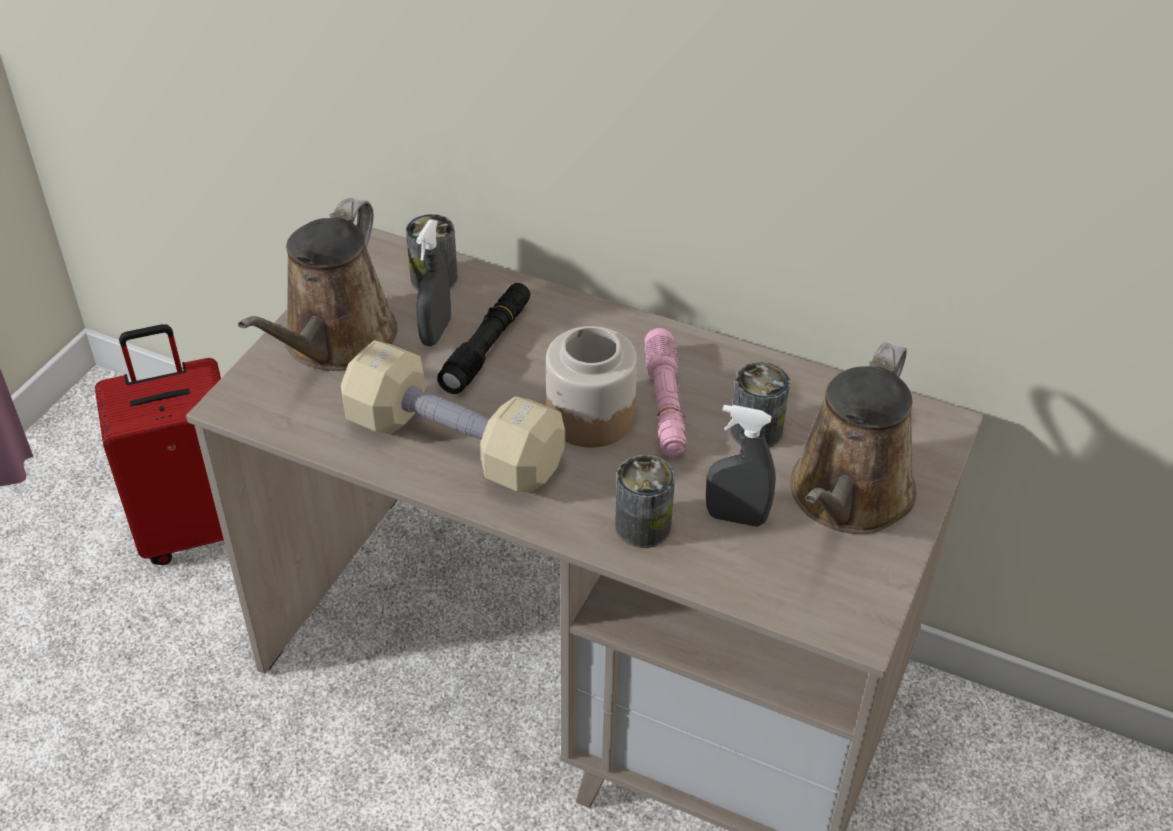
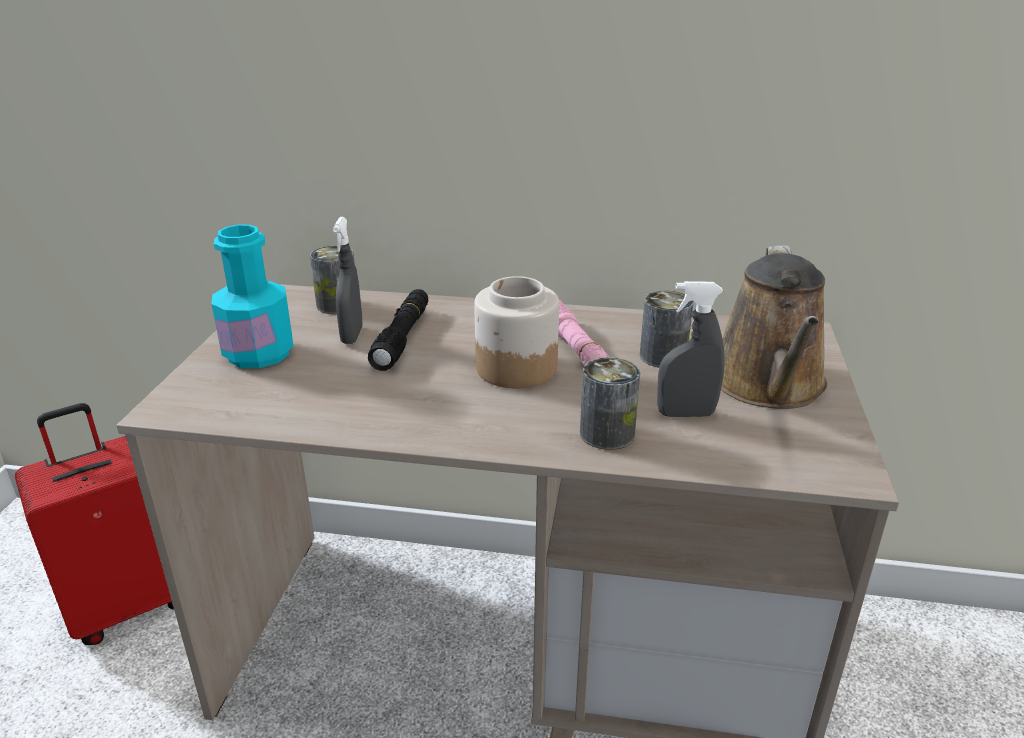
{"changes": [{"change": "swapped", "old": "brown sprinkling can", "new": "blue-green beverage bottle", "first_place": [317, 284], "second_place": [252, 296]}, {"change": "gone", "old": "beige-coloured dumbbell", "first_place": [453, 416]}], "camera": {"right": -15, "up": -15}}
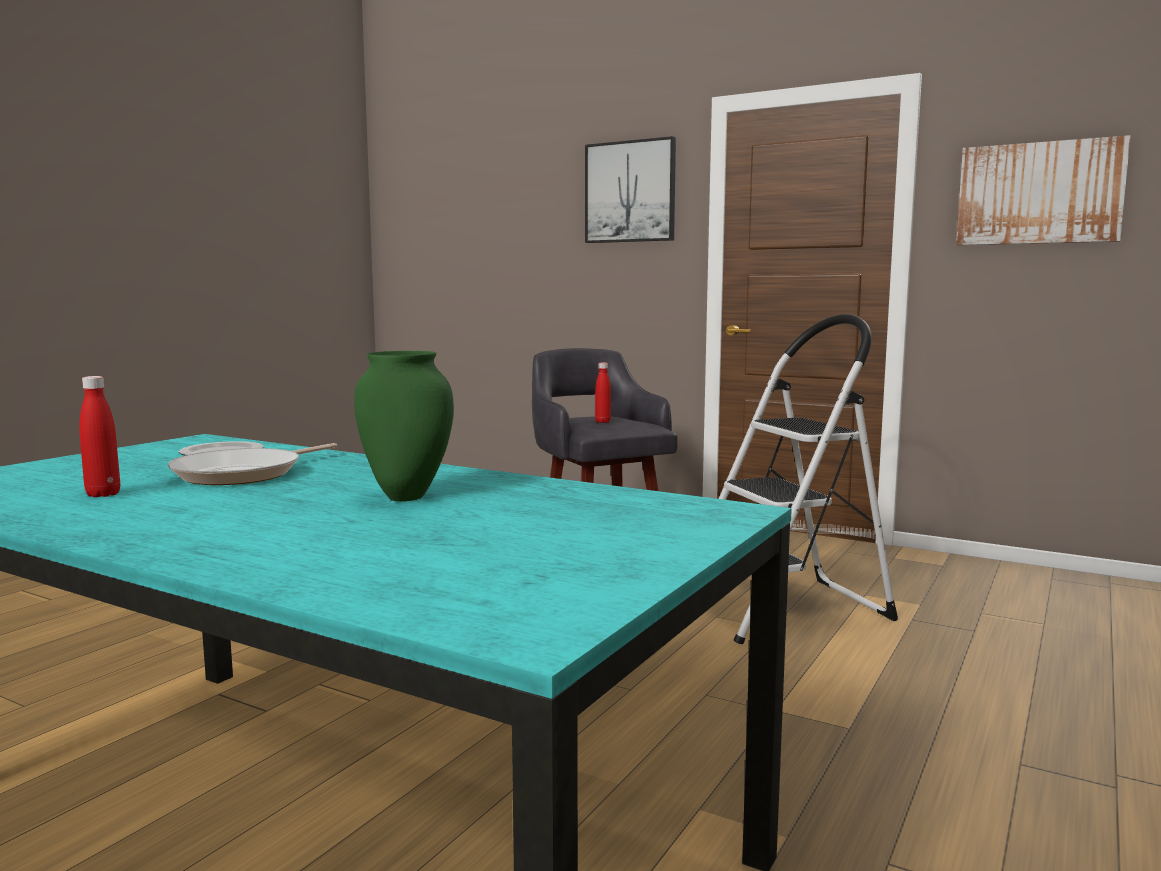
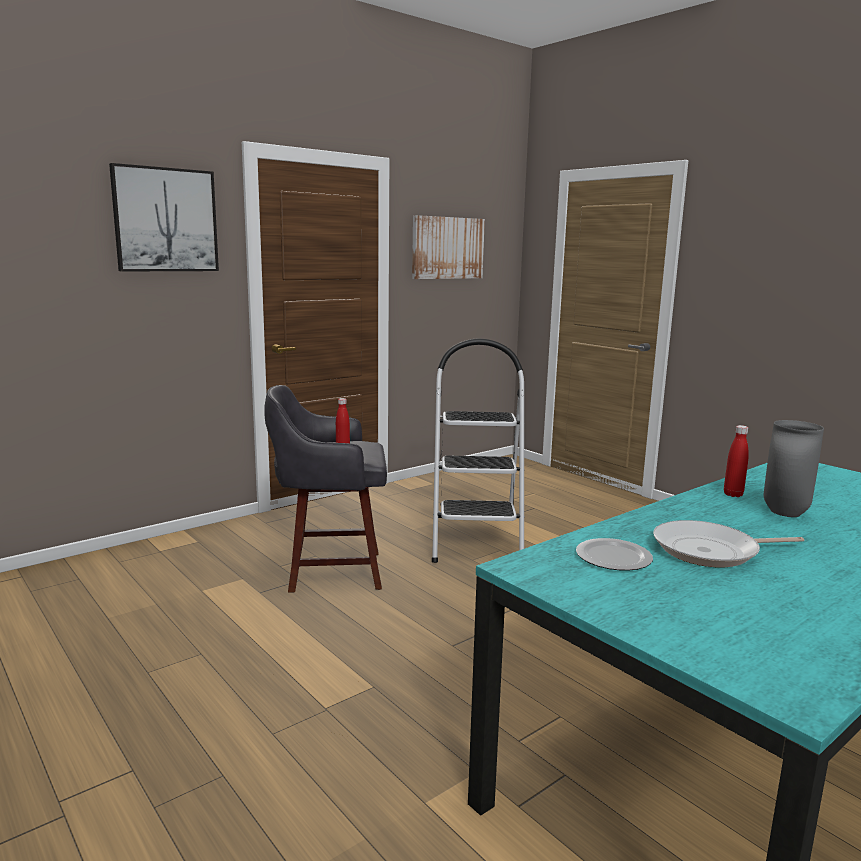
{"changes": [{"change": "rotated", "old": "skillet", "first_place": [252, 464], "second_place": [728, 543], "degrees": 120}, {"change": "shifted", "old": "red-coloured beverage bottle", "first_place": [99, 436], "second_place": [736, 461]}, {"change": "repainted", "old": "greenish decorative vase", "new": "greyish decorative vase", "first_place": [404, 426], "second_place": [794, 468]}], "camera": {"right": -70, "up": 5}}
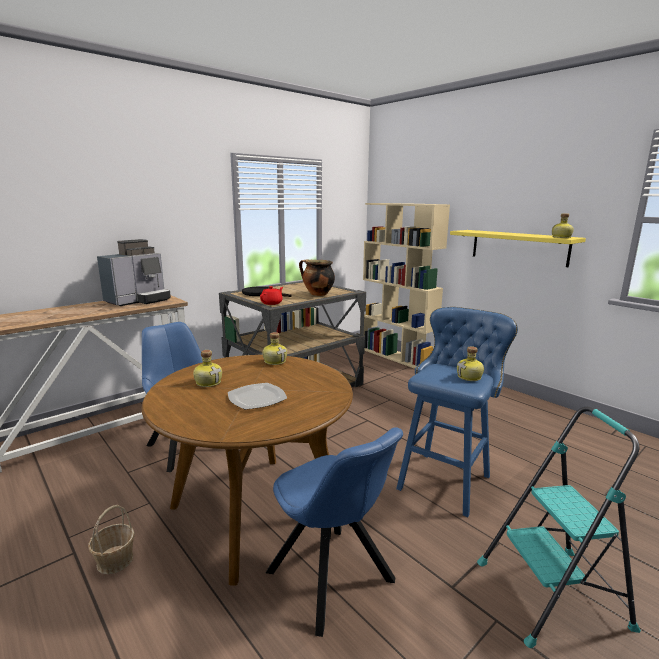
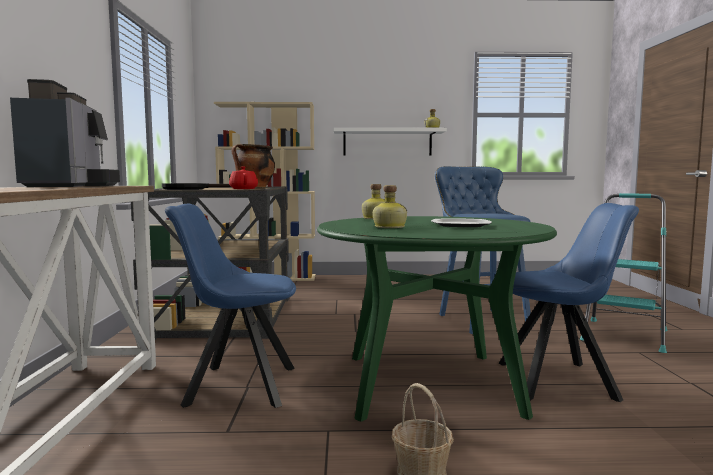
{"changes": [{"change": "repainted", "old": "brown dining table", "new": "greenish dining table", "first_place": [247, 470], "second_place": [437, 319]}, {"change": "repainted", "old": "yellow bracket shelf", "new": "white-coloured bracket shelf", "first_place": [518, 248], "second_place": [390, 142]}, {"change": "gone", "old": "beverage bottle", "first_place": [470, 363]}], "camera": {"right": -50, "up": -10}}
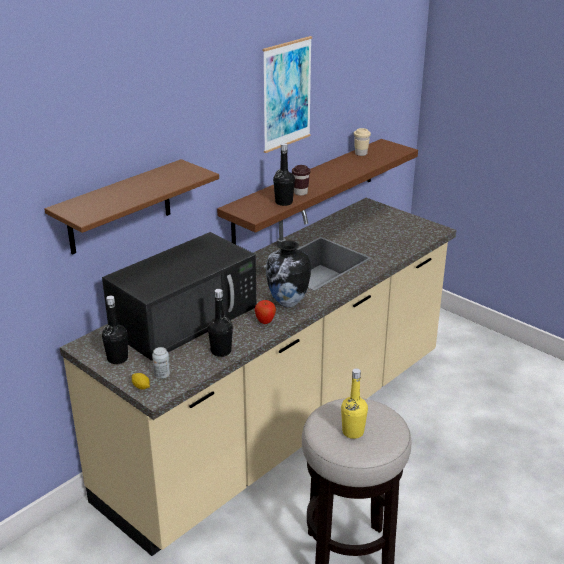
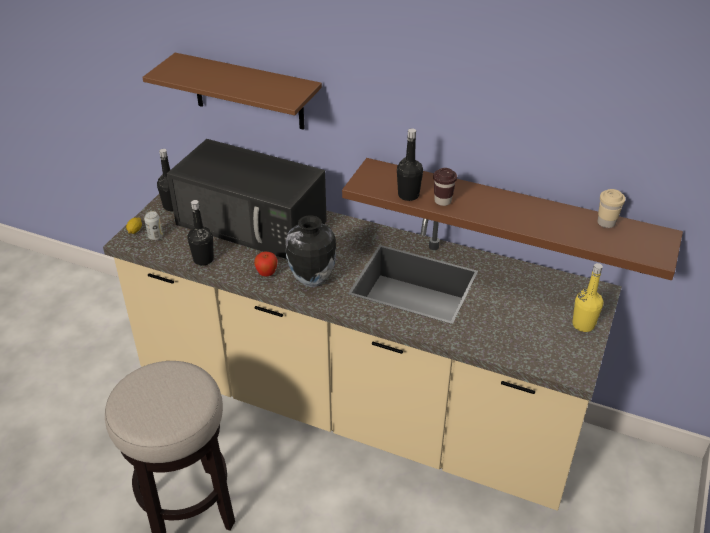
{"changes": [{"change": "shifted", "old": "yellow beverage bottle", "first_place": [354, 403], "second_place": [588, 297]}, {"change": "gone", "old": "wall art", "first_place": [287, 94]}], "camera": {"right": 70, "up": 10}}
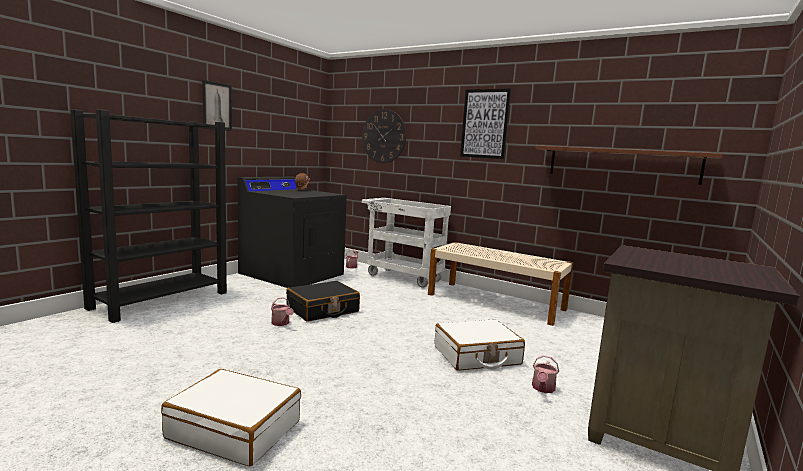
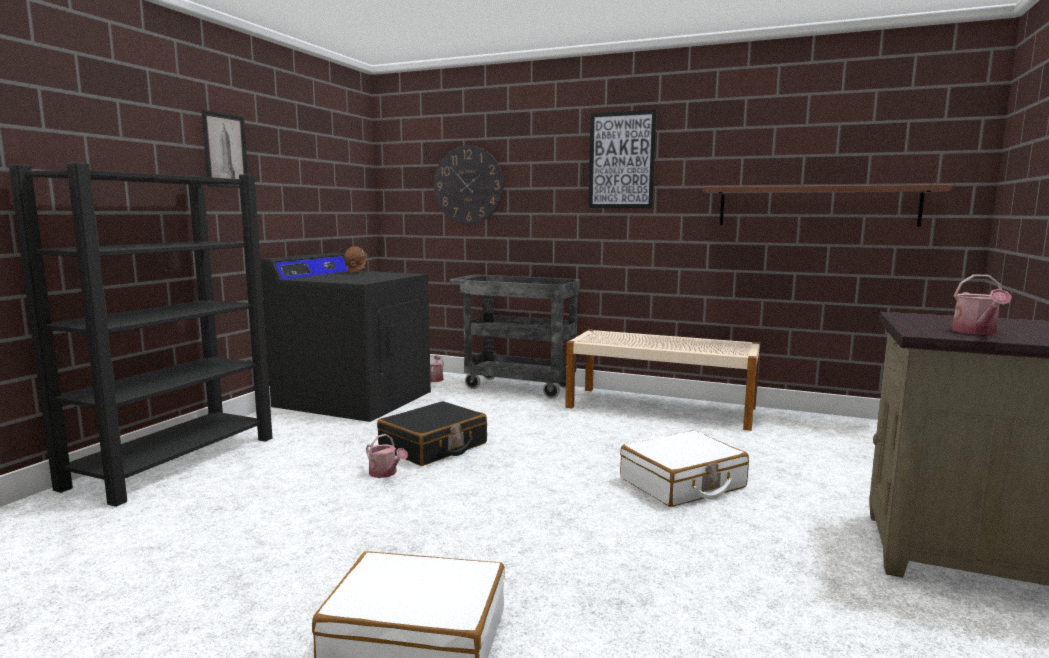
{"changes": [{"change": "repainted", "old": "white-coloured wheeled cart", "new": "black wheeled cart", "first_place": [406, 243], "second_place": [514, 337]}, {"change": "shifted", "old": "sprinkling can", "first_place": [545, 374], "second_place": [982, 304]}], "camera": {"right": -10, "up": 0}}
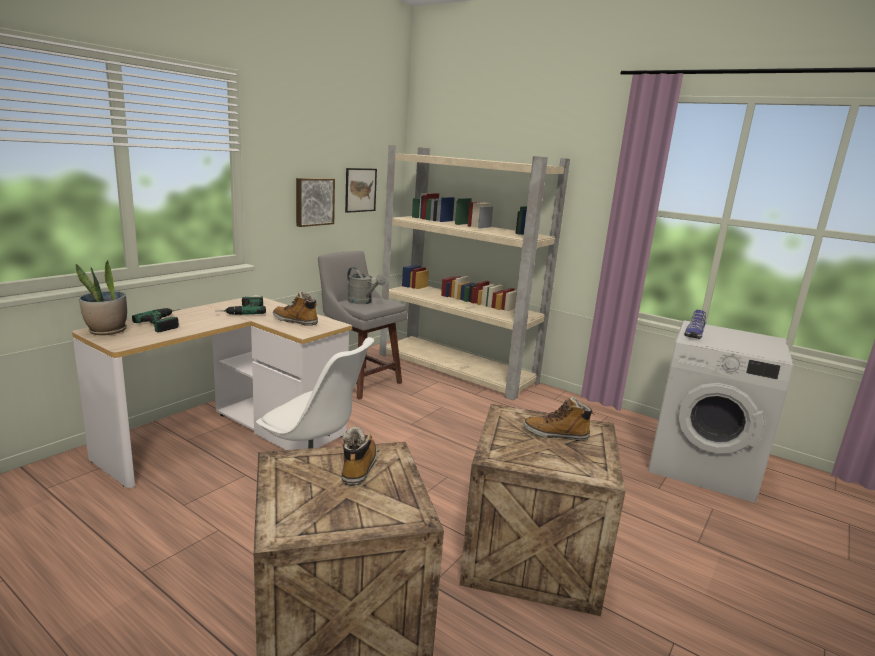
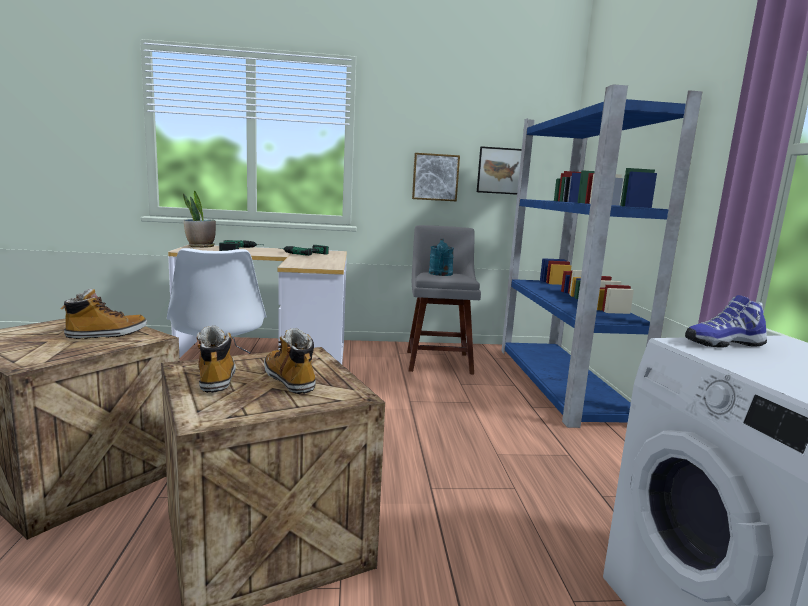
{"changes": [{"change": "shifted", "old": "boot", "first_place": [295, 308], "second_place": [216, 359]}, {"change": "repainted", "old": "greyish sprinkling can", "new": "blue-green sprinkling can", "first_place": [366, 285], "second_place": [441, 257]}, {"change": "repainted", "old": "beige-coloured bookshelf", "new": "blue-coloured bookshelf", "first_place": [474, 272], "second_place": [602, 256]}], "camera": {"right": 50, "up": -5}}
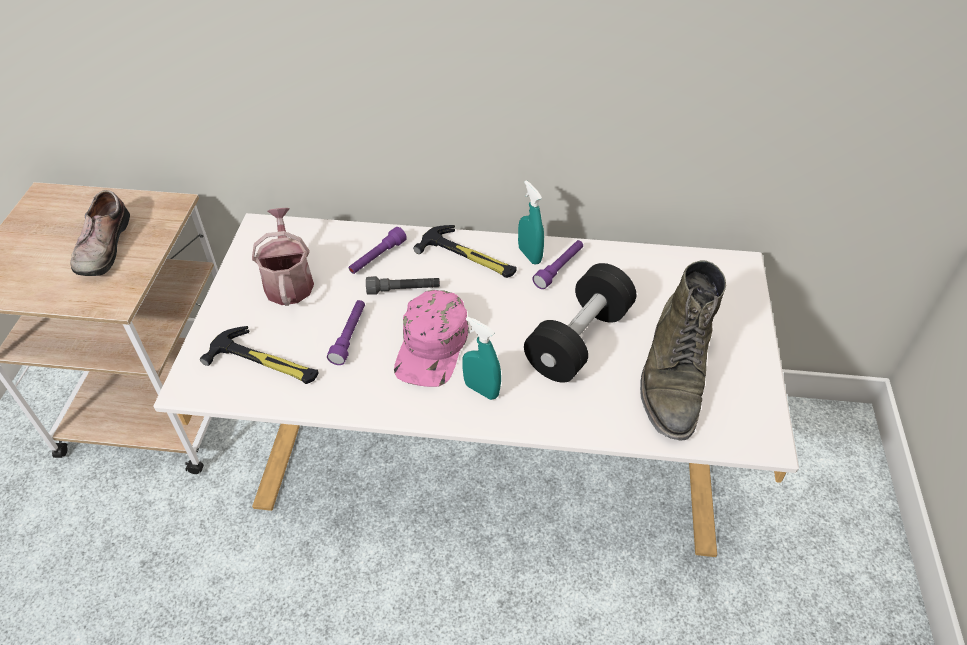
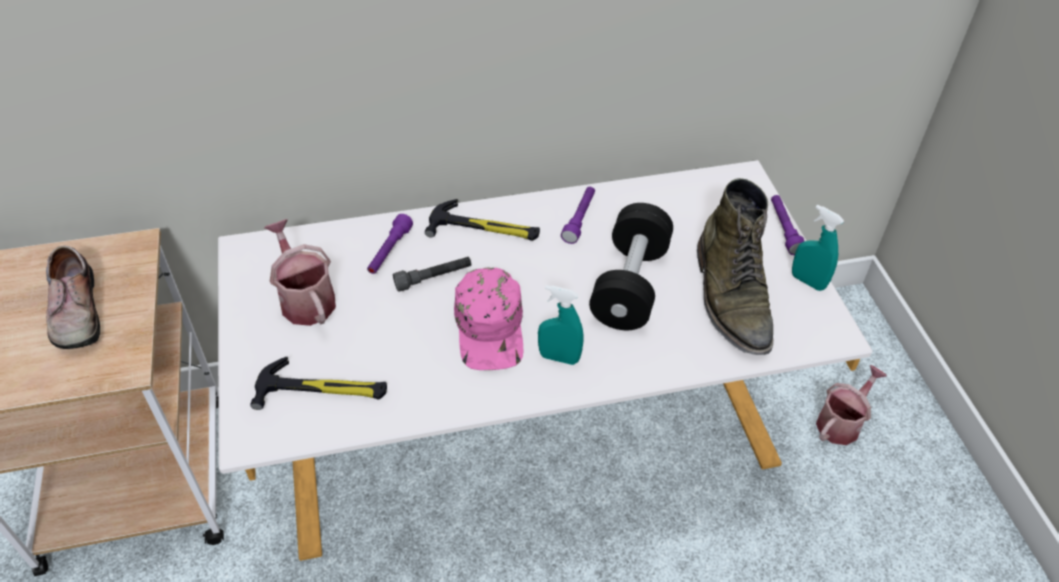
{"changes": [{"change": "shifted", "old": "purplish hand torch", "first_place": [346, 332], "second_place": [788, 225]}, {"change": "shifted", "old": "blue-green sprayer", "first_place": [531, 222], "second_place": [818, 248]}, {"change": "new", "new": "sprinkling can", "second_place": [851, 405]}], "camera": {"right": -20, "up": 0}}
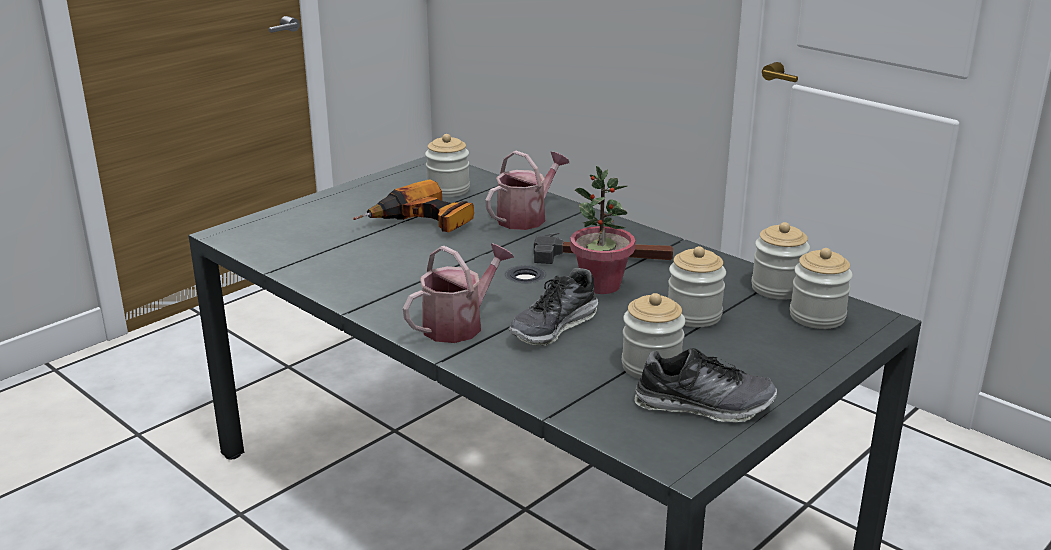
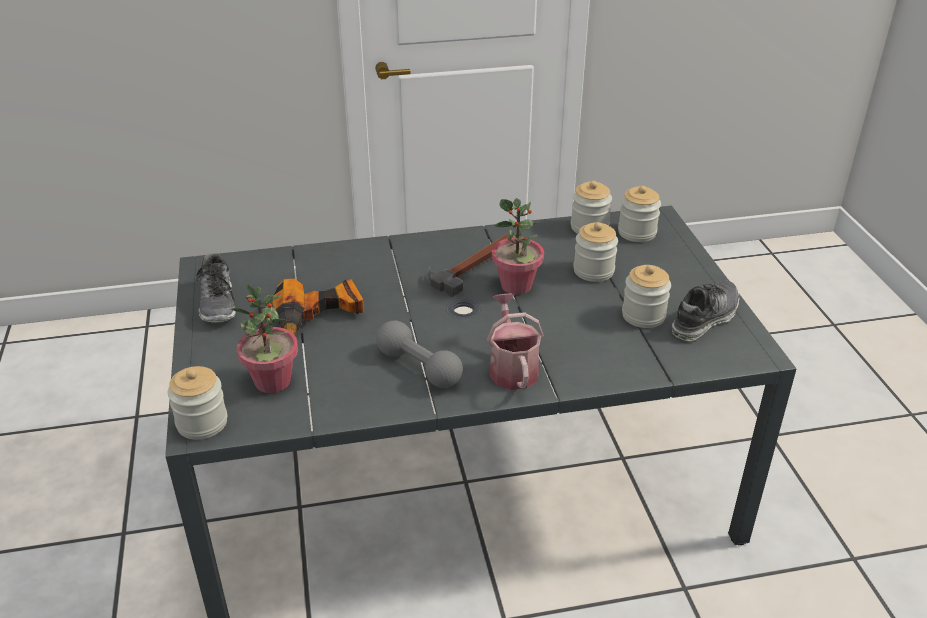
{"changes": [{"change": "shifted", "old": "preserve jar", "first_place": [447, 165], "second_place": [197, 403]}, {"change": "shifted", "old": "low shoe", "first_place": [553, 307], "second_place": [216, 288]}, {"change": "new", "new": "potted plant", "second_place": [264, 338]}, {"change": "new", "new": "greyish dumbbell", "second_place": [419, 354]}, {"change": "gone", "old": "sprinkling can", "first_place": [527, 190]}], "camera": {"right": -55, "up": 10}}
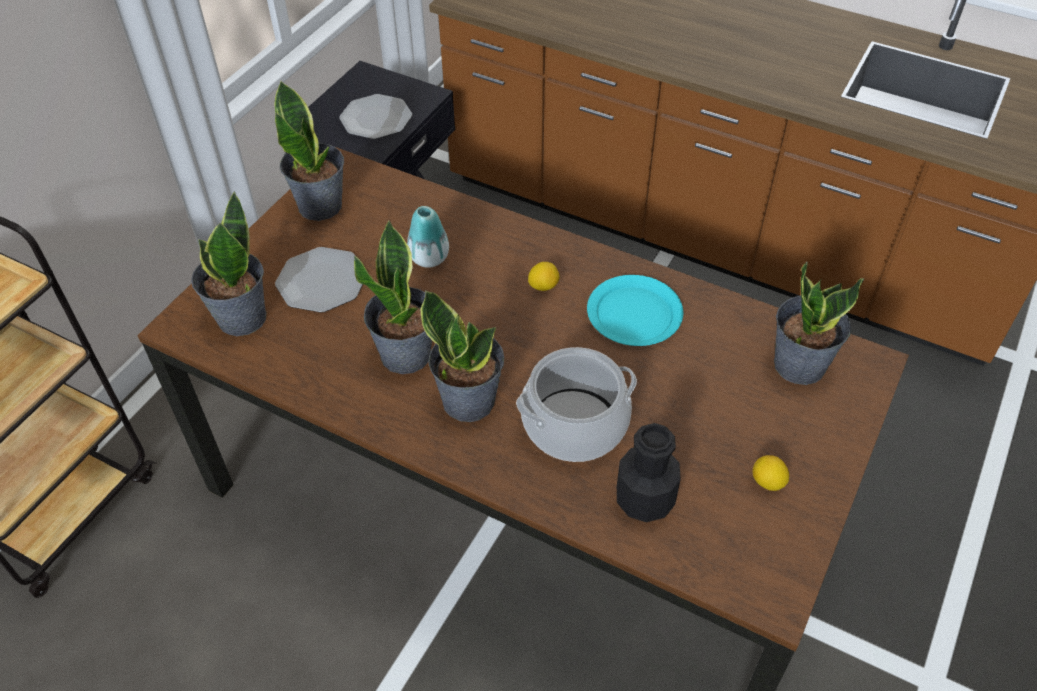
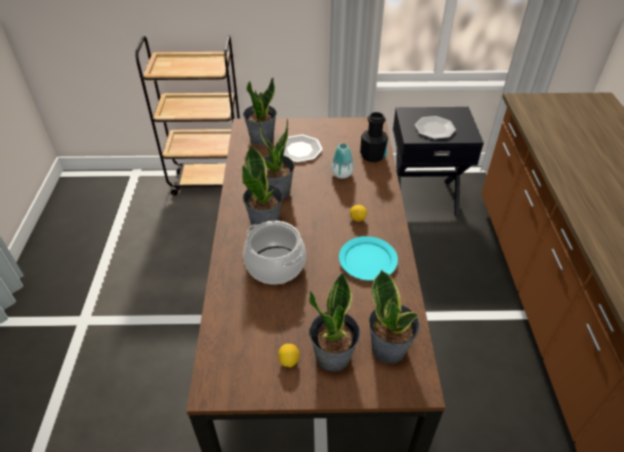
{"changes": [{"change": "shifted", "old": "potted plant", "first_place": [309, 151], "second_place": [335, 322]}, {"change": "shifted", "old": "black beverage bottle", "first_place": [649, 472], "second_place": [374, 137]}], "camera": {"right": 60, "up": -5}}
